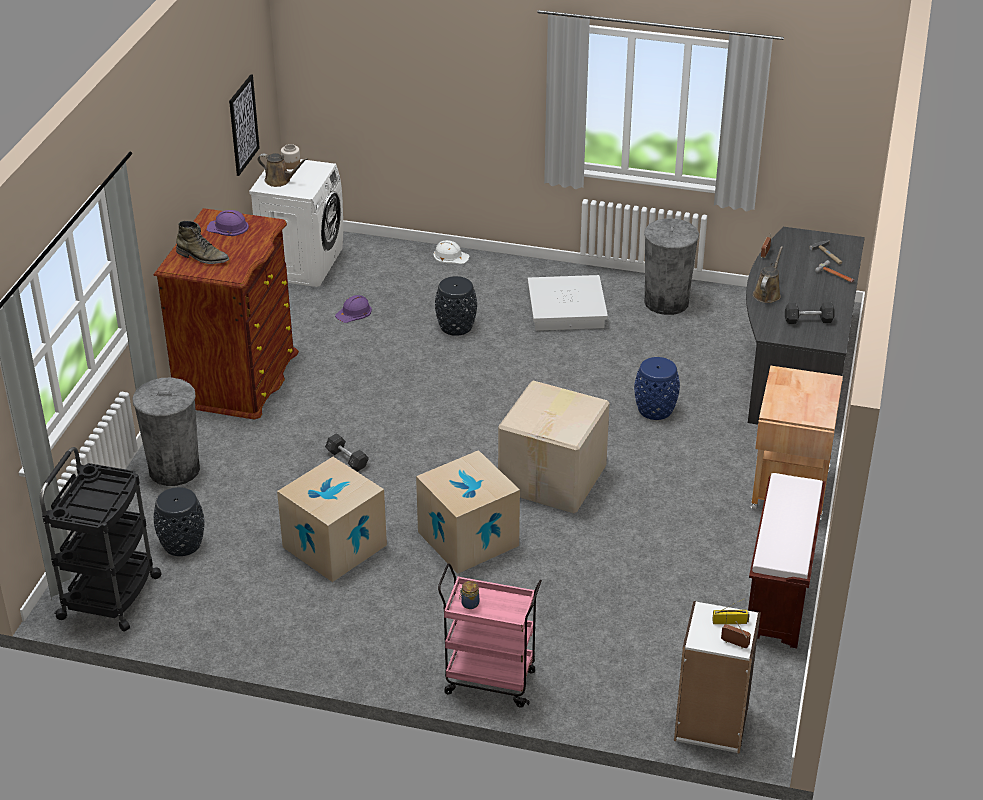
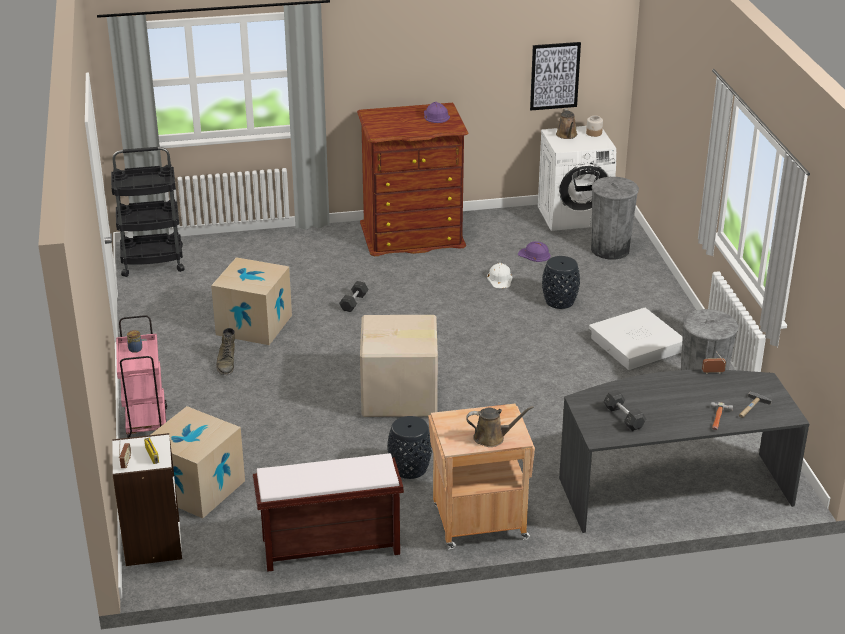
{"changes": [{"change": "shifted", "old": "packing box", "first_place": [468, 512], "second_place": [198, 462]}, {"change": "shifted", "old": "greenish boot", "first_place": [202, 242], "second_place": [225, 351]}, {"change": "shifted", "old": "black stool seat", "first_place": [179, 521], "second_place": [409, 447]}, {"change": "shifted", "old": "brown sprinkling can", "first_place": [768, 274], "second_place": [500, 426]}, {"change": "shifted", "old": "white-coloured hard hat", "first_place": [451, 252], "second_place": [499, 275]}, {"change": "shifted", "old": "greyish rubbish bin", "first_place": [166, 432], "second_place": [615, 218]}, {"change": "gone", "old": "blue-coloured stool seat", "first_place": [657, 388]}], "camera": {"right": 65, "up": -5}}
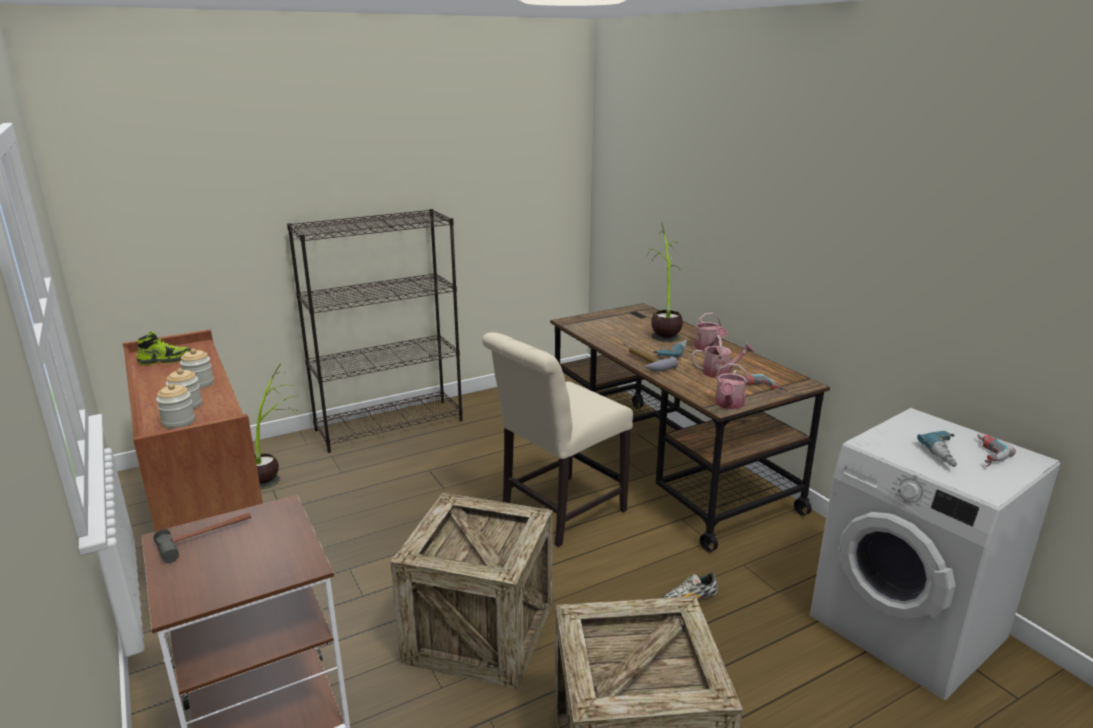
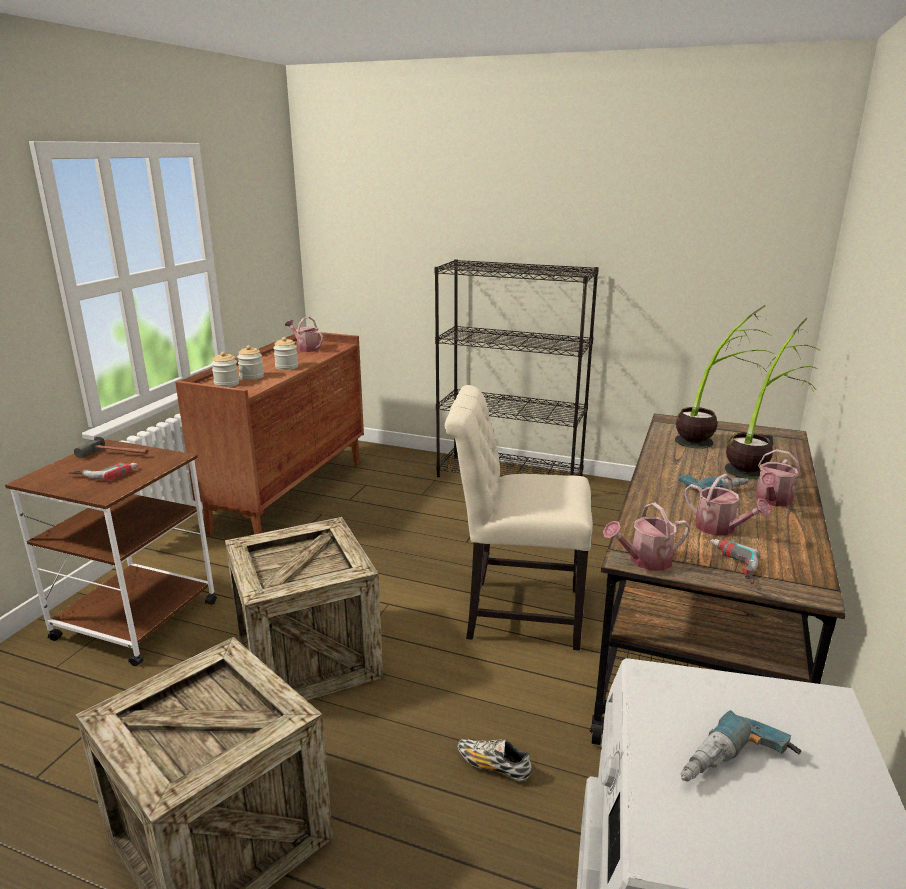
{"changes": [{"change": "shifted", "old": "power drill", "first_place": [996, 450], "second_place": [103, 472]}, {"change": "swapped", "old": "low shoe", "new": "sprinkling can", "first_place": [164, 348], "second_place": [304, 334]}, {"change": "shifted", "old": "potted plant", "first_place": [277, 426], "second_place": [724, 377]}, {"change": "gone", "old": "hand hammer", "first_place": [653, 358]}], "camera": {"right": 50, "up": 0}}
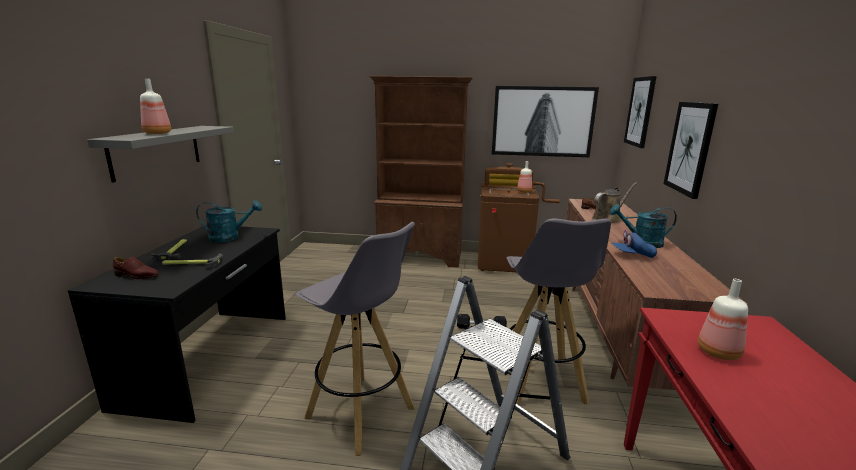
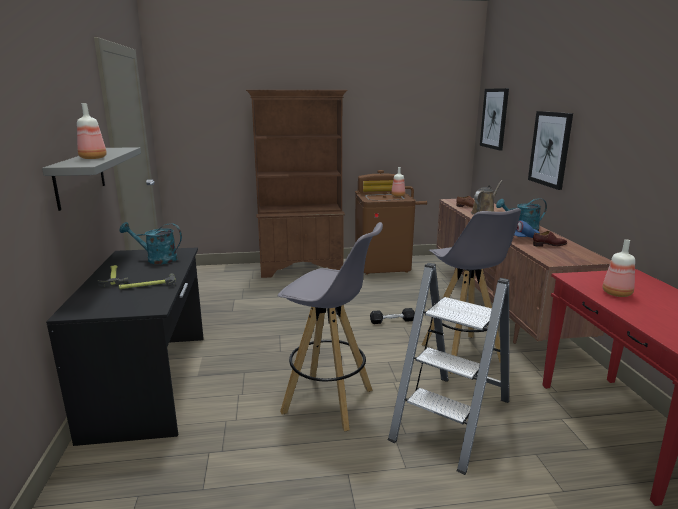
{"changes": [{"change": "rotated", "old": "blue-green sprinkling can", "first_place": [229, 221], "second_place": [150, 243], "degrees": -150}, {"change": "shifted", "old": "brown low shoe", "first_place": [136, 268], "second_place": [550, 239]}, {"change": "gone", "old": "wall art", "first_place": [545, 121]}], "camera": {"right": -15, "up": 0}}
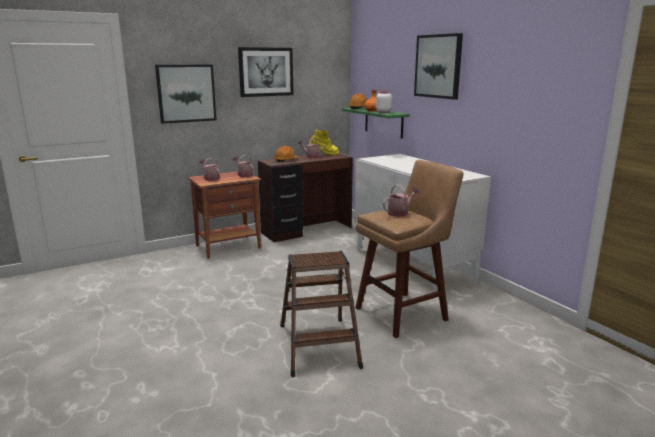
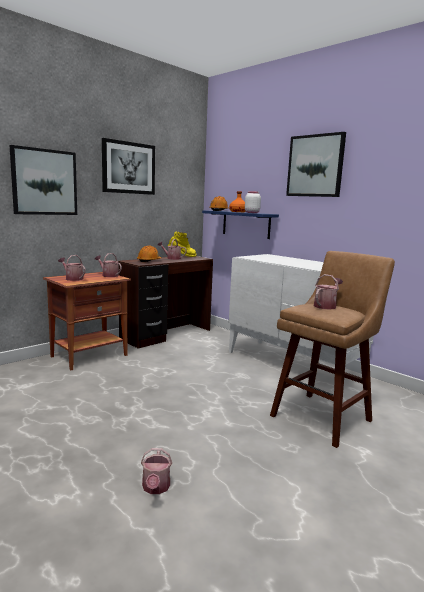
{"changes": [{"change": "new", "new": "sprinkling can", "second_place": [156, 471]}, {"change": "repainted", "old": "greenish bracket shelf", "new": "blue-coloured bracket shelf", "first_place": [376, 123], "second_place": [240, 224]}, {"change": "gone", "old": "brown step ladder", "first_place": [321, 314]}], "camera": {"right": -15, "up": -5}}
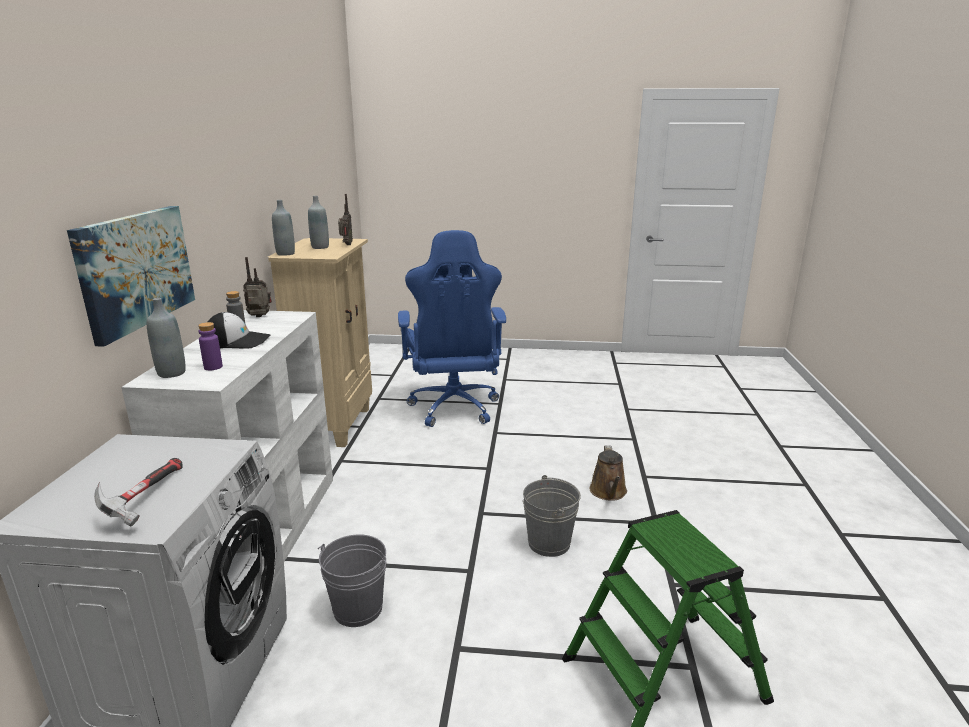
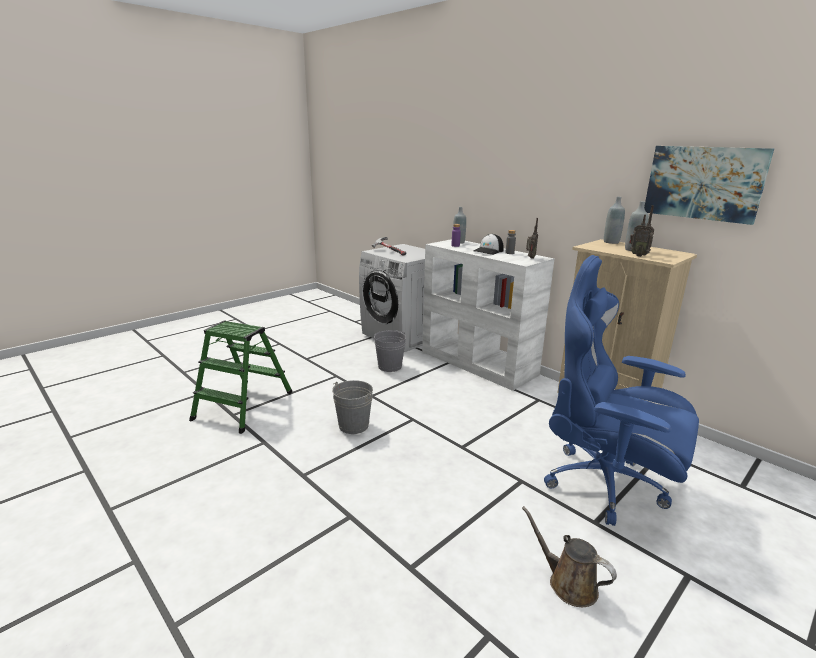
{"changes": [{"change": "shifted", "old": "brown sprinkling can", "first_place": [608, 473], "second_place": [569, 556]}, {"change": "shifted", "old": "wall art", "first_place": [131, 276], "second_place": [709, 185]}], "camera": {"right": 130, "up": 0}}
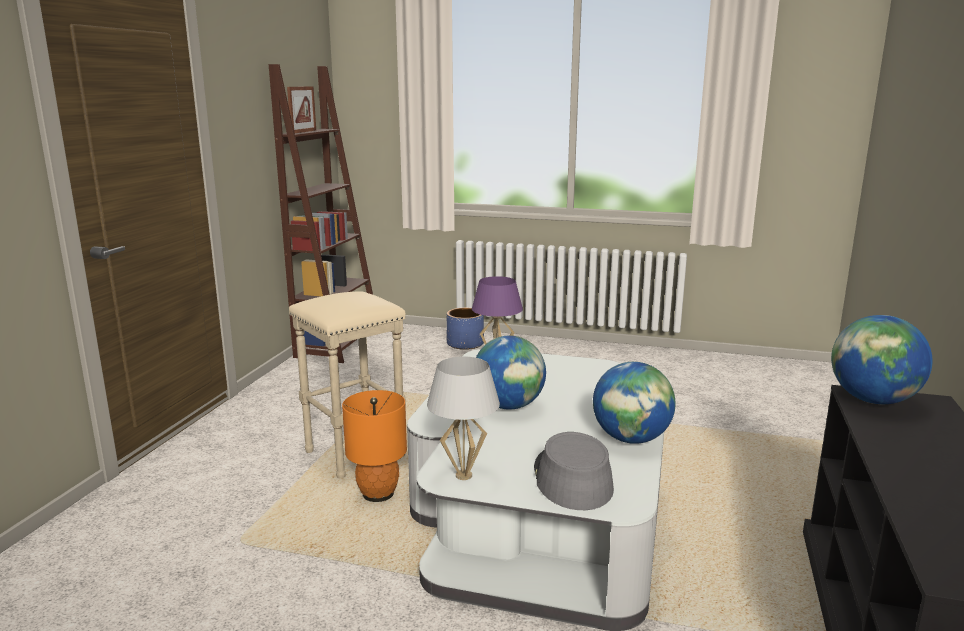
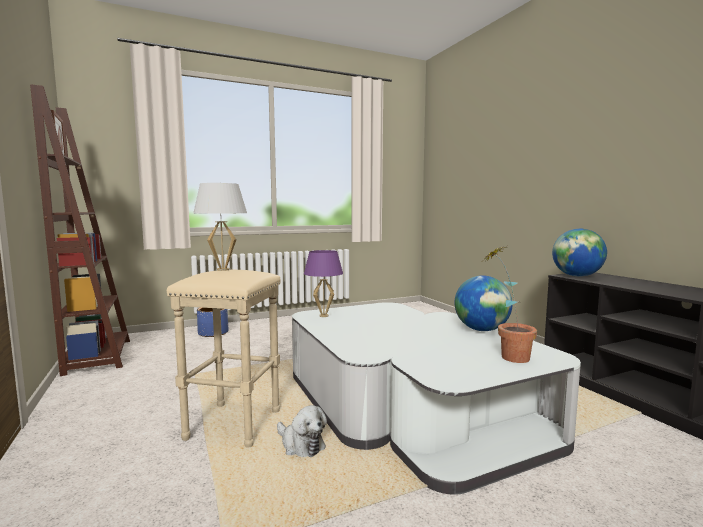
{"changes": [{"change": "shifted", "old": "white-coloured tabletop lamp", "first_place": [463, 418], "second_place": [220, 227]}, {"change": "swapped", "old": "orangey tabletop lamp", "new": "cuddly toy", "first_place": [374, 446], "second_place": [302, 431]}, {"change": "swapped", "old": "greyish clothing hat", "new": "potted plant", "first_place": [574, 471], "second_place": [510, 304]}, {"change": "gone", "old": "globe", "first_place": [511, 373]}], "camera": {"right": -40, "up": -10}}
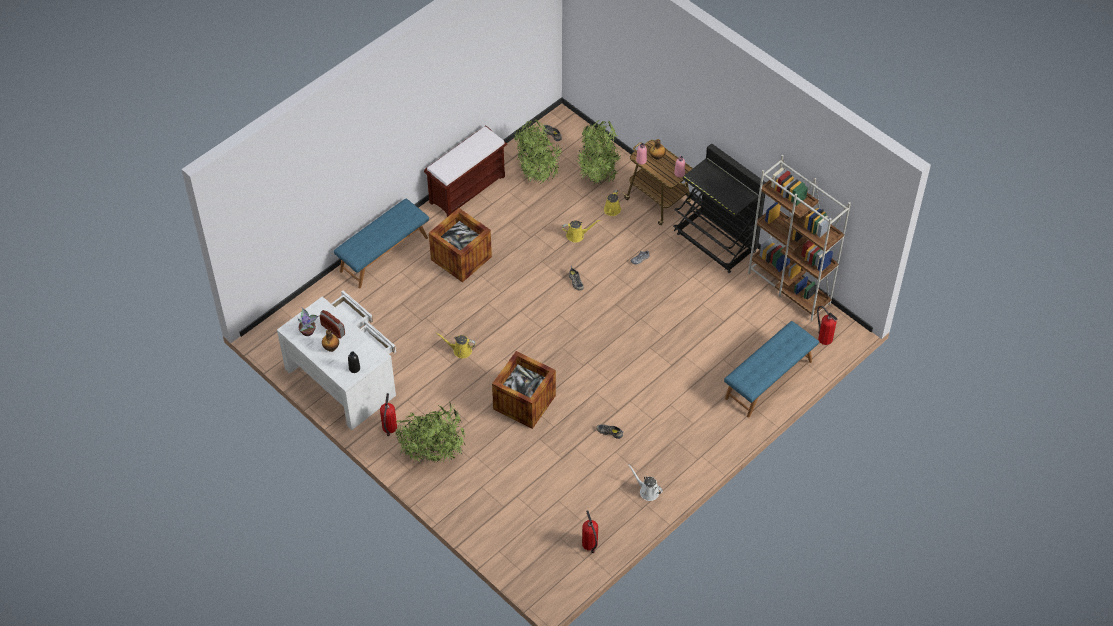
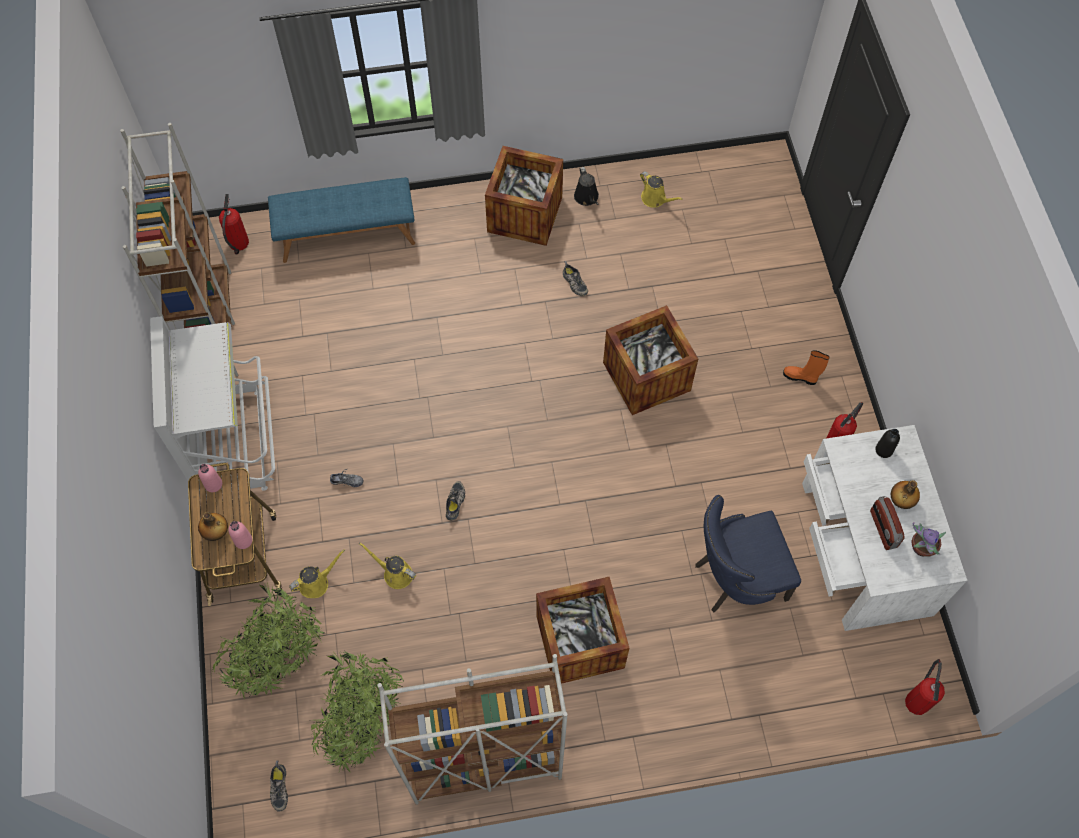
{"changes": [{"change": "repainted", "old": "black shoe rack", "new": "white-coloured shoe rack", "first_place": [719, 208], "second_place": [212, 407]}, {"change": "swapped", "old": "brown long seat", "new": "brown bookshelf", "first_place": [465, 171], "second_place": [472, 729]}, {"change": "new", "new": "packing crate", "second_place": [524, 196]}, {"change": "repainted", "old": "white-coloured sprinkling can", "new": "black sprinkling can", "first_place": [645, 483], "second_place": [586, 186]}, {"change": "shifted", "old": "yellow sprinkling can", "first_place": [456, 345], "second_place": [661, 189]}, {"change": "new", "new": "blue-coloured chair", "second_place": [748, 553]}, {"change": "swapped", "old": "potted plant", "new": "orangey boot", "first_place": [431, 432], "second_place": [806, 367]}, {"change": "shifted", "old": "extinguisher", "first_place": [590, 532], "second_place": [925, 687]}, {"change": "gone", "old": "blue-coloured long seat", "first_place": [381, 244]}], "camera": {"right": -145, "up": 10}}
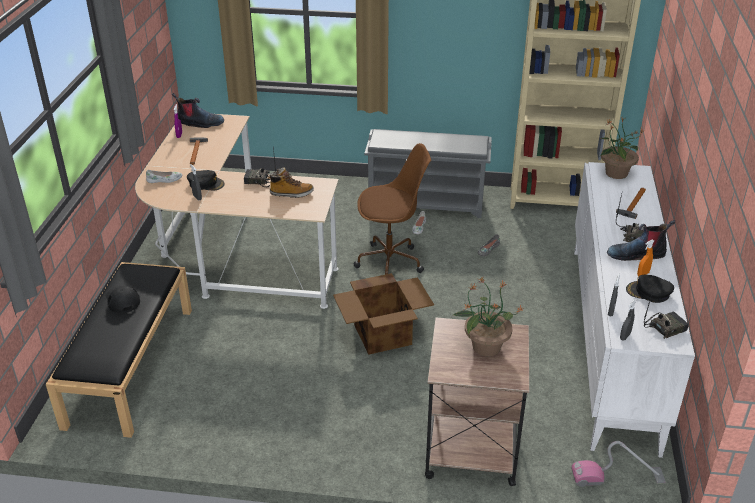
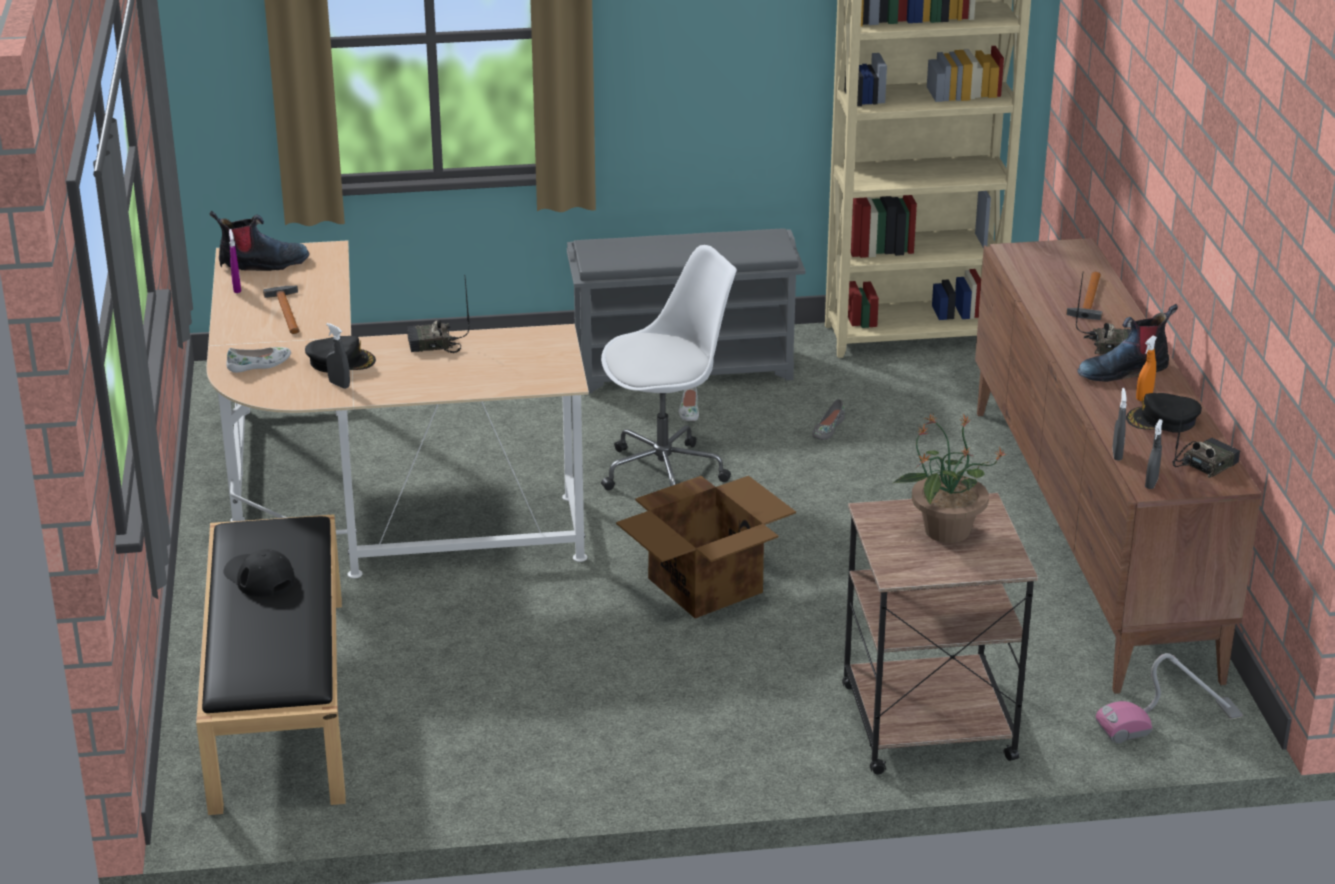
{"changes": [{"change": "repainted", "old": "brown office chair", "new": "white-coloured office chair", "first_place": [392, 209], "second_place": [669, 367]}, {"change": "repainted", "old": "white-coloured storage cabinet", "new": "brown storage cabinet", "first_place": [634, 310], "second_place": [1118, 466]}, {"change": "gone", "old": "boot", "first_place": [291, 183]}, {"change": "gone", "old": "potted plant", "first_place": [622, 148]}], "camera": {"right": -15, "up": -5}}
